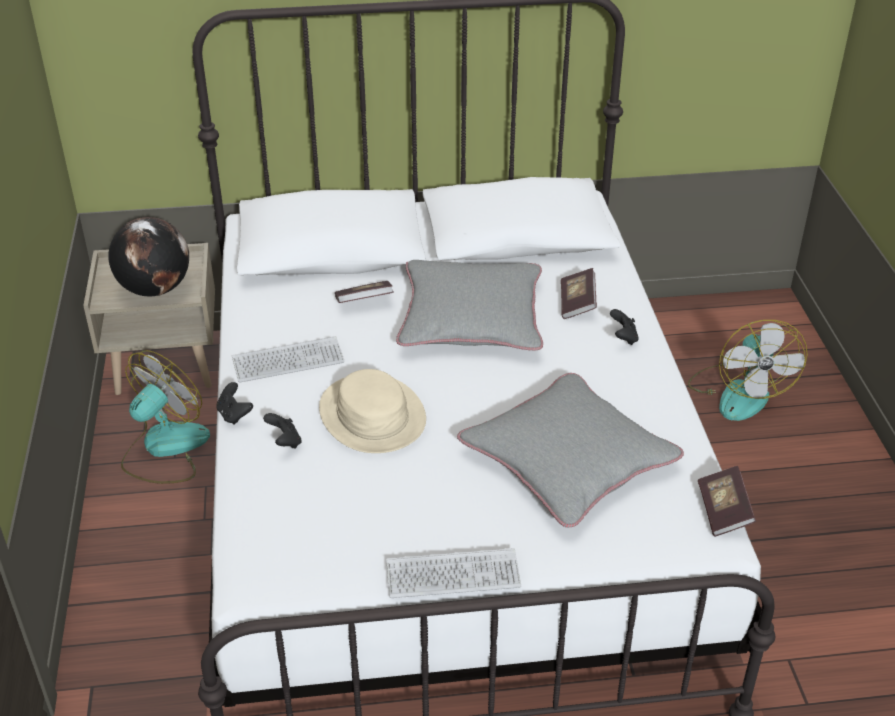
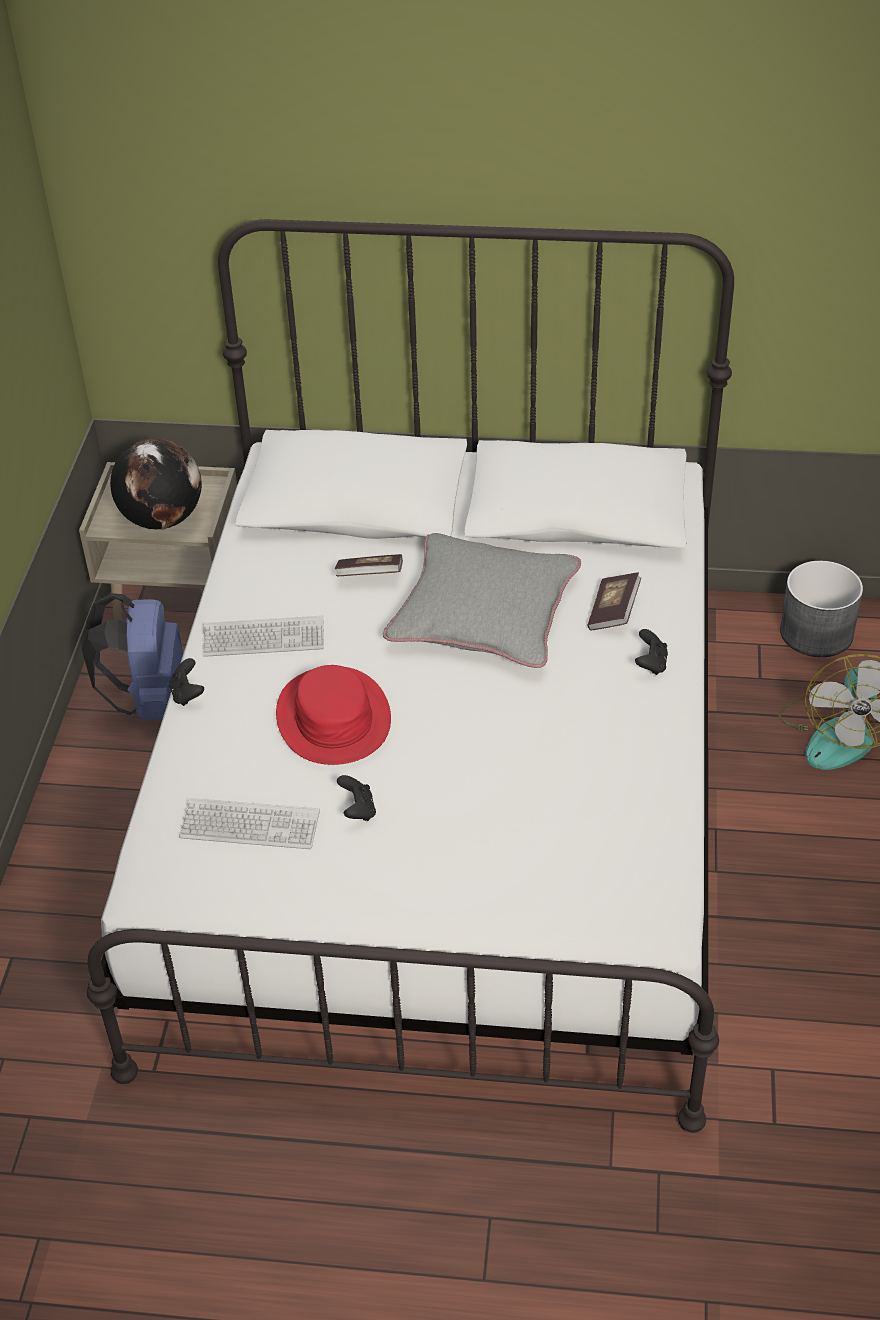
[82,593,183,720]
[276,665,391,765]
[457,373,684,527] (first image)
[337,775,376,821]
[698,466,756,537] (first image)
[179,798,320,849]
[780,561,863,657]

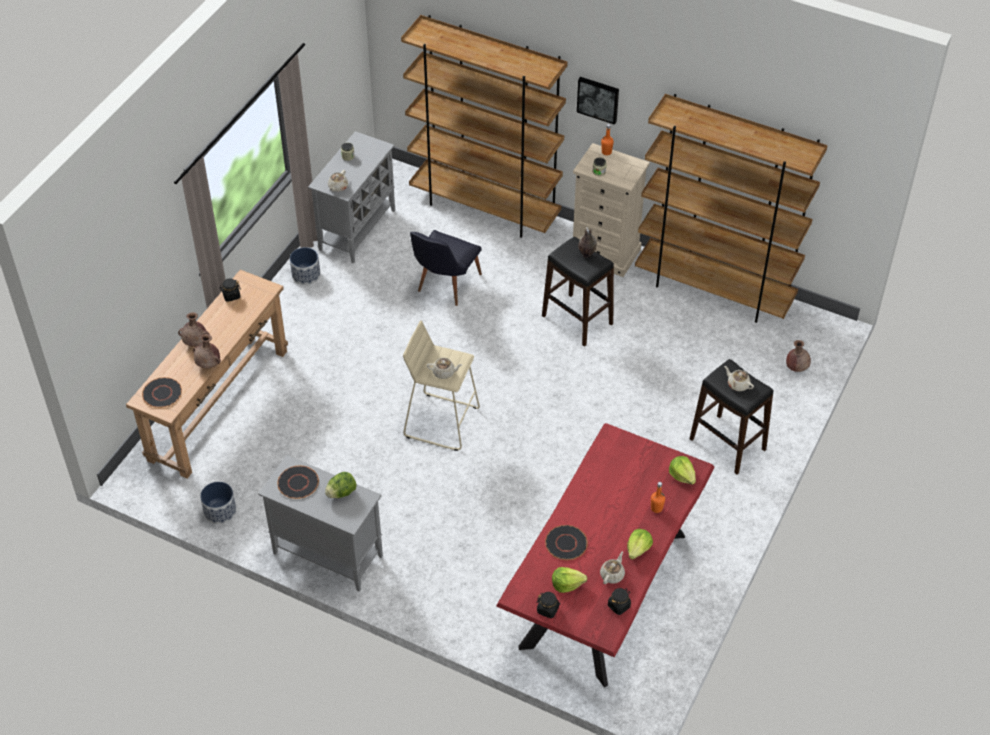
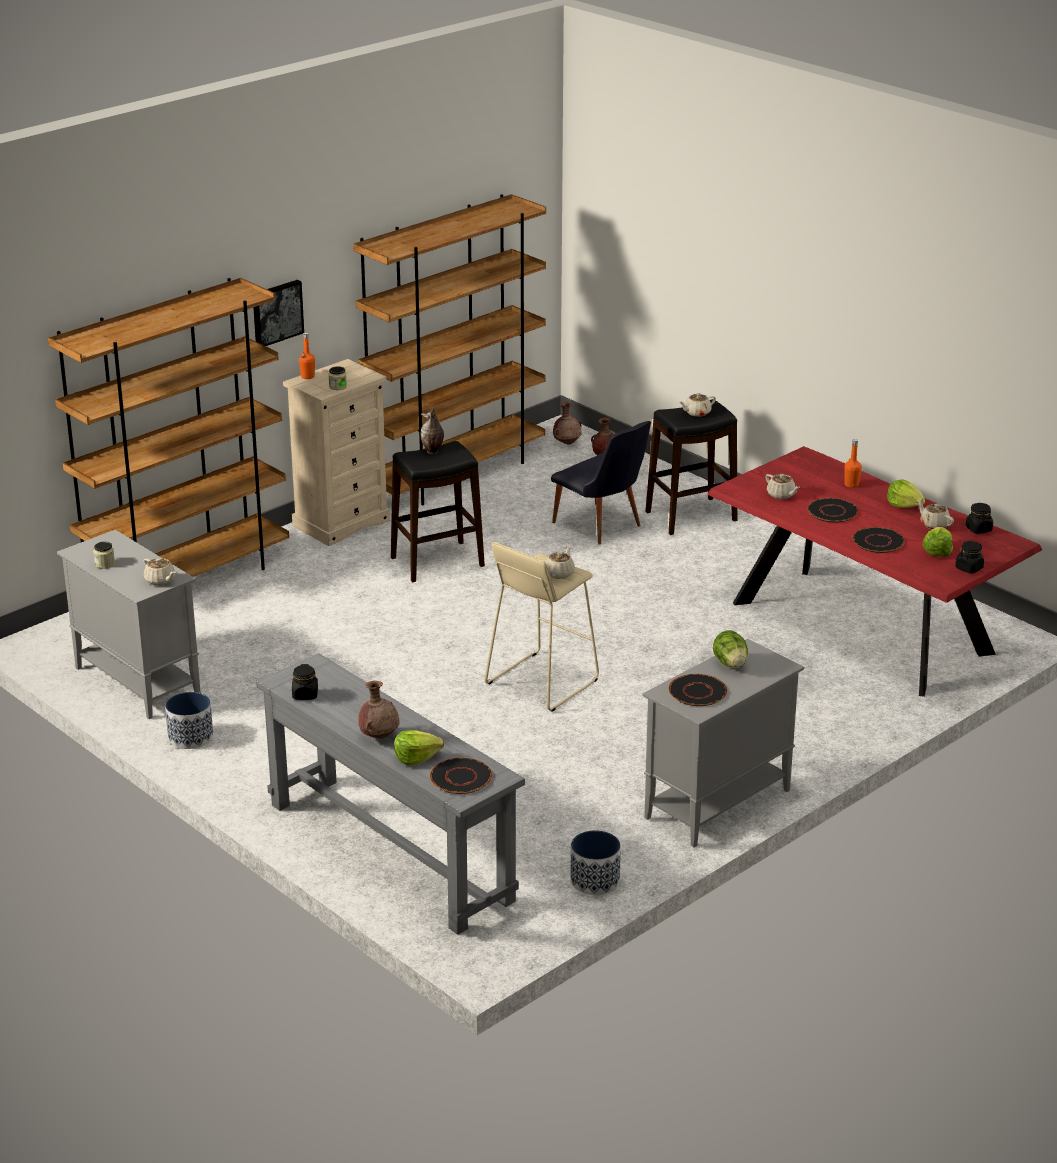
[551,421,651,545]
[256,653,525,935]
[553,402,582,445]
[394,730,444,765]
[765,474,800,499]
[807,498,858,522]

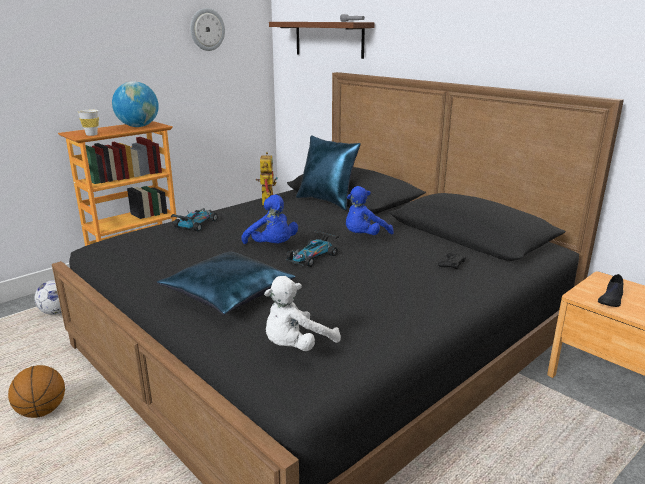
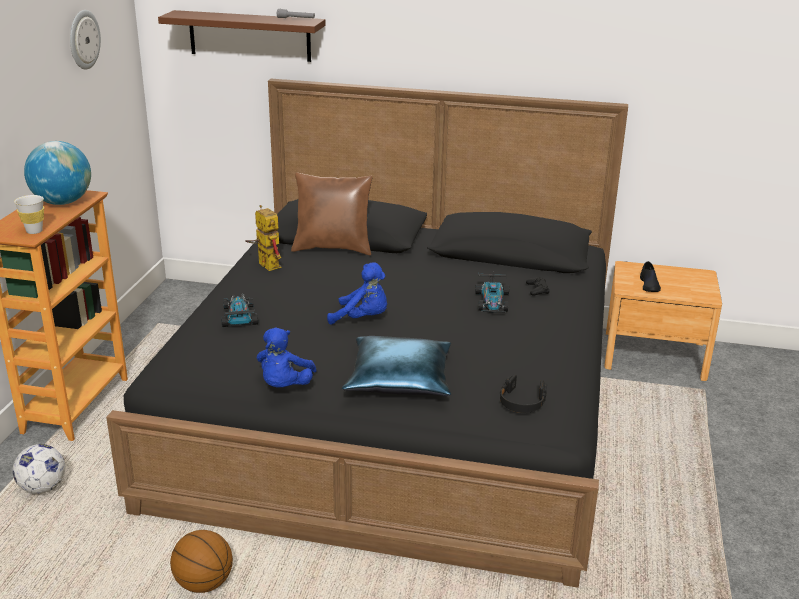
[291,172,373,255]
[257,327,316,388]
[475,274,509,313]
[500,374,547,413]

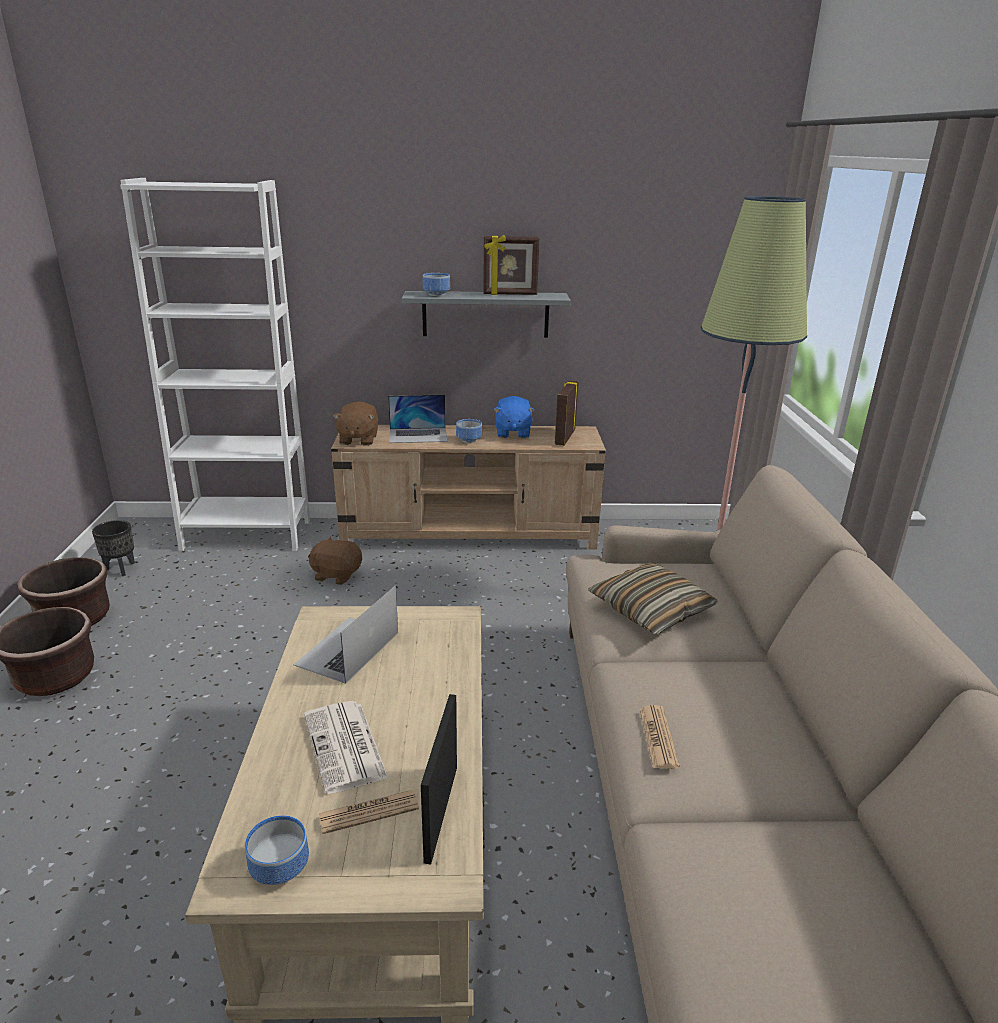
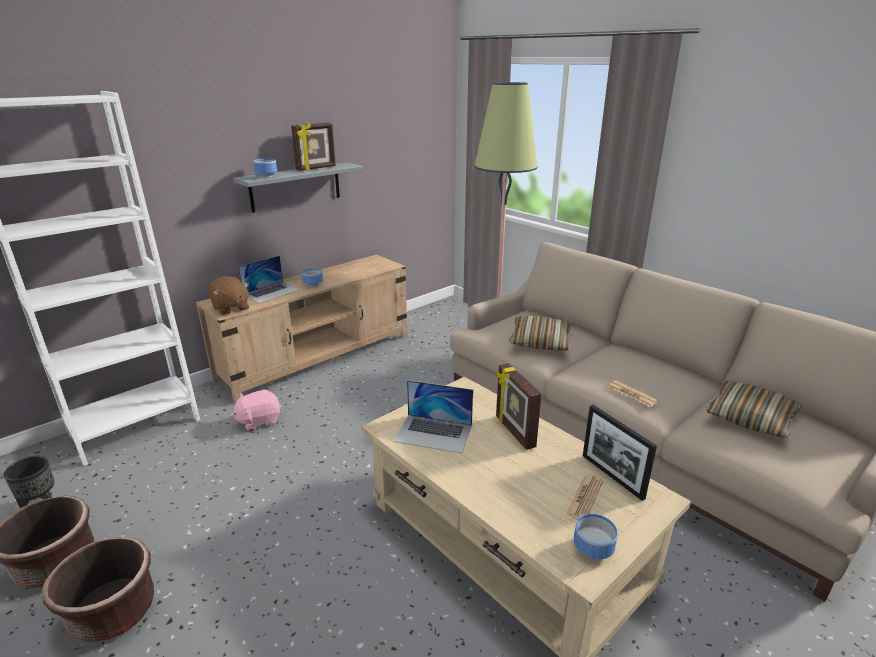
[496,363,541,450]
[493,396,535,438] (first image)
[231,390,280,431]
[394,380,473,453]
[304,701,388,794] (first image)
[706,381,802,438]

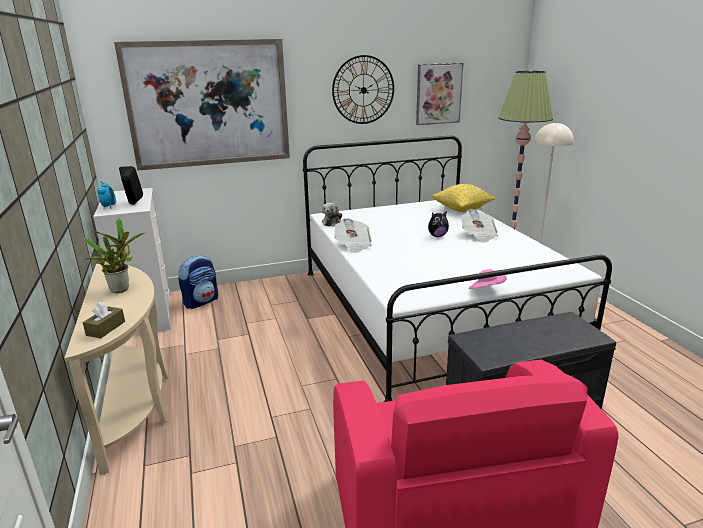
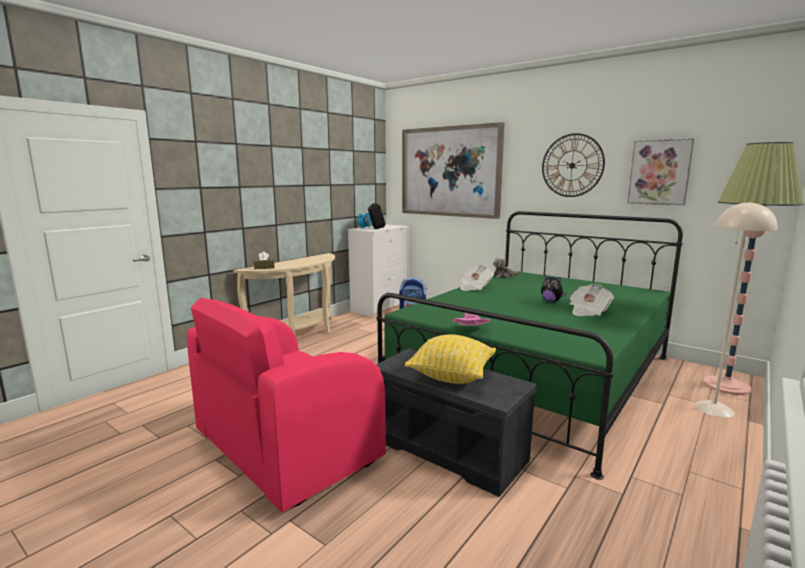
[377,211,683,480]
[405,334,496,384]
[82,219,145,293] (first image)

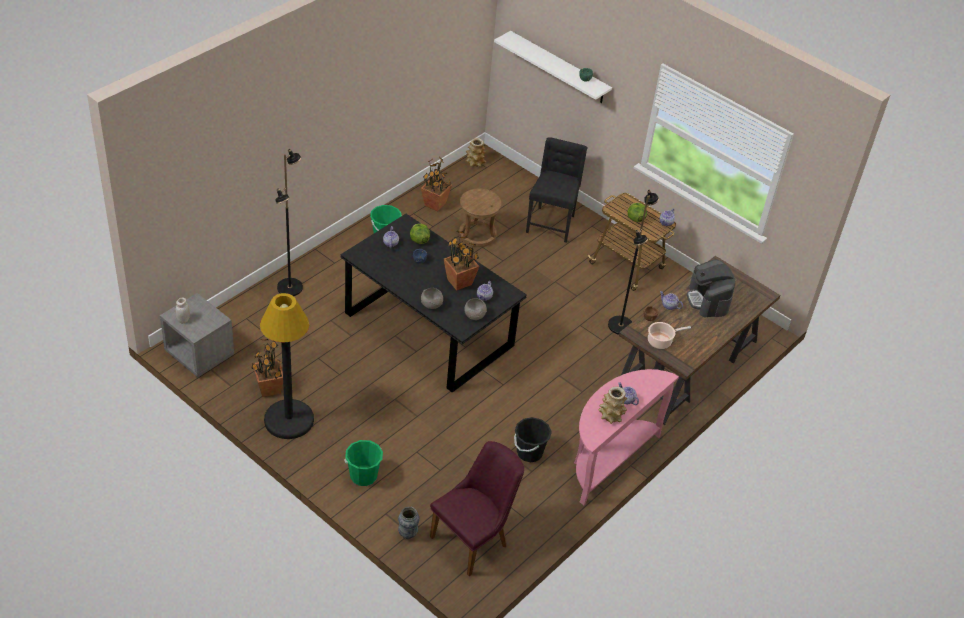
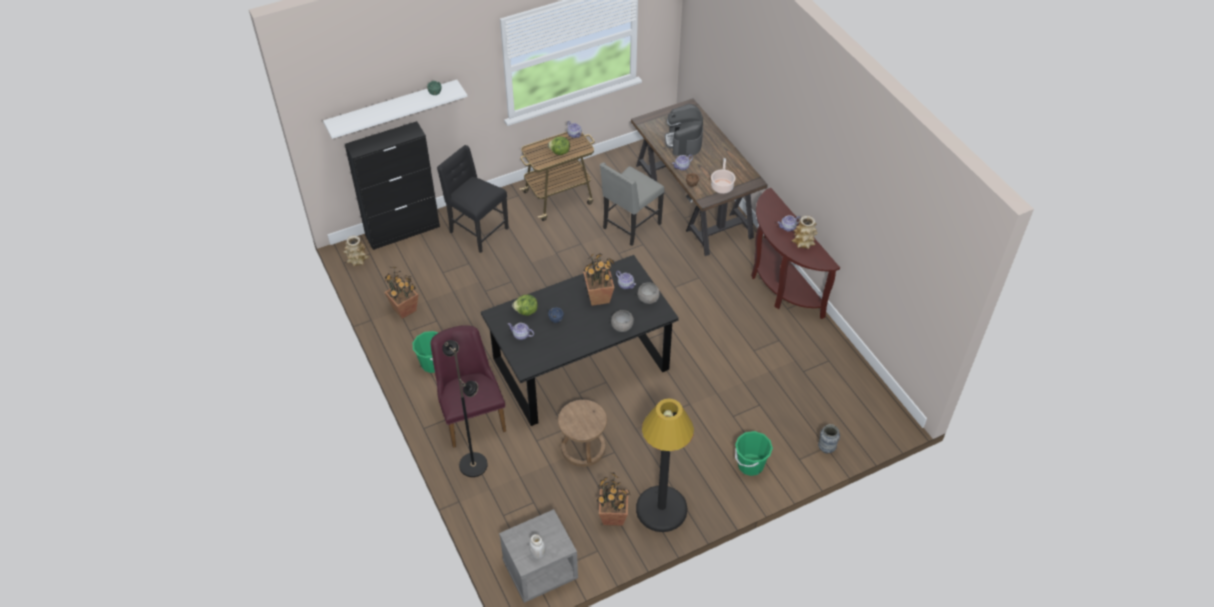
[558,400,607,467]
[600,162,664,246]
[665,104,703,156]
[751,188,840,319]
[514,417,552,462] (first image)
[431,325,506,448]
[345,121,440,250]

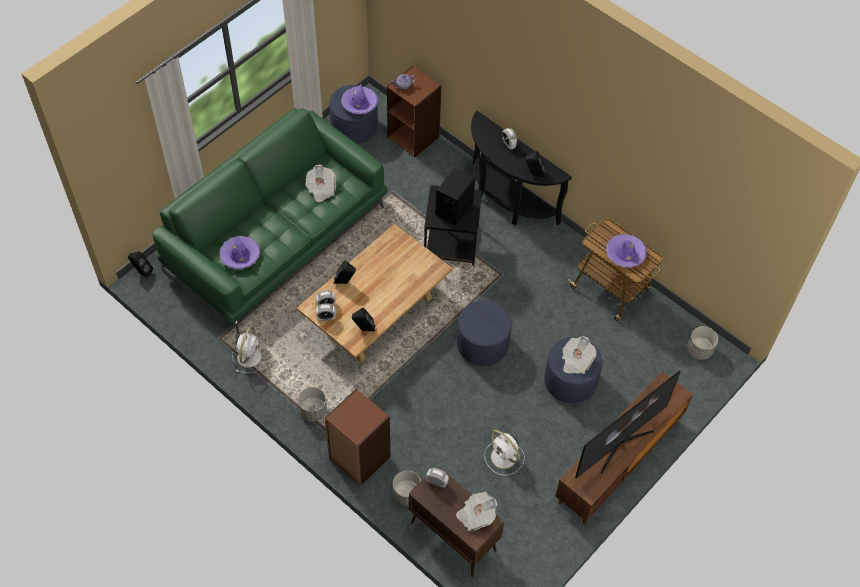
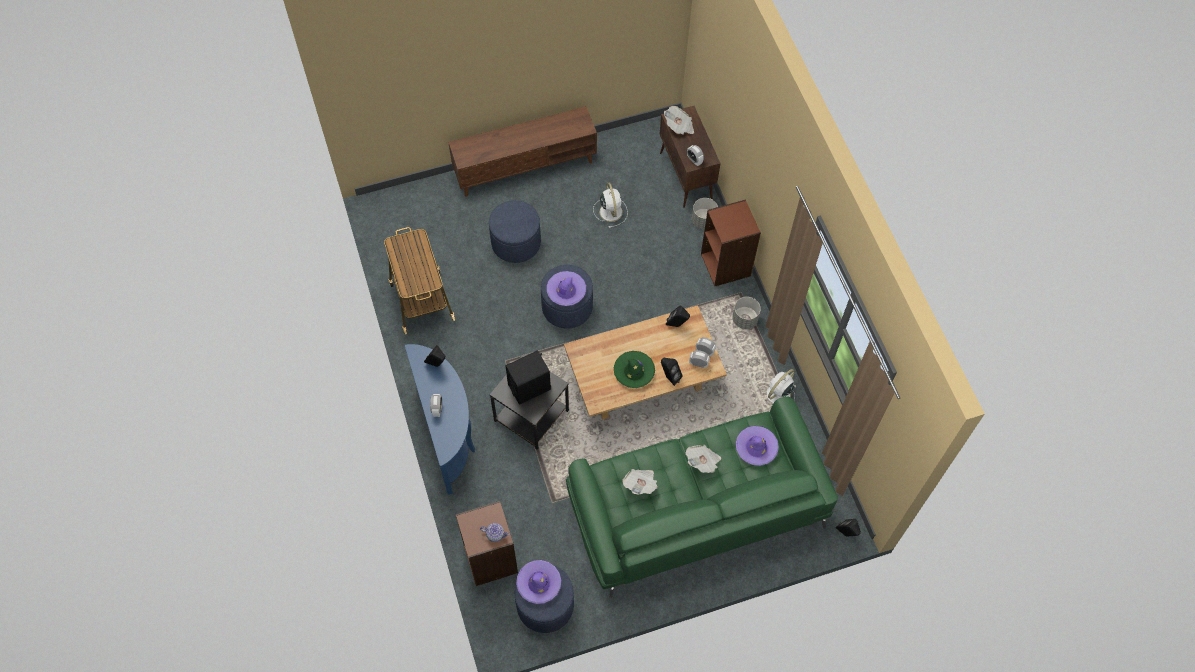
[404,344,475,495]
[546,271,586,306]
[687,326,718,360] (first image)
[686,445,721,473]
[575,371,681,478] (first image)
[614,351,655,388]

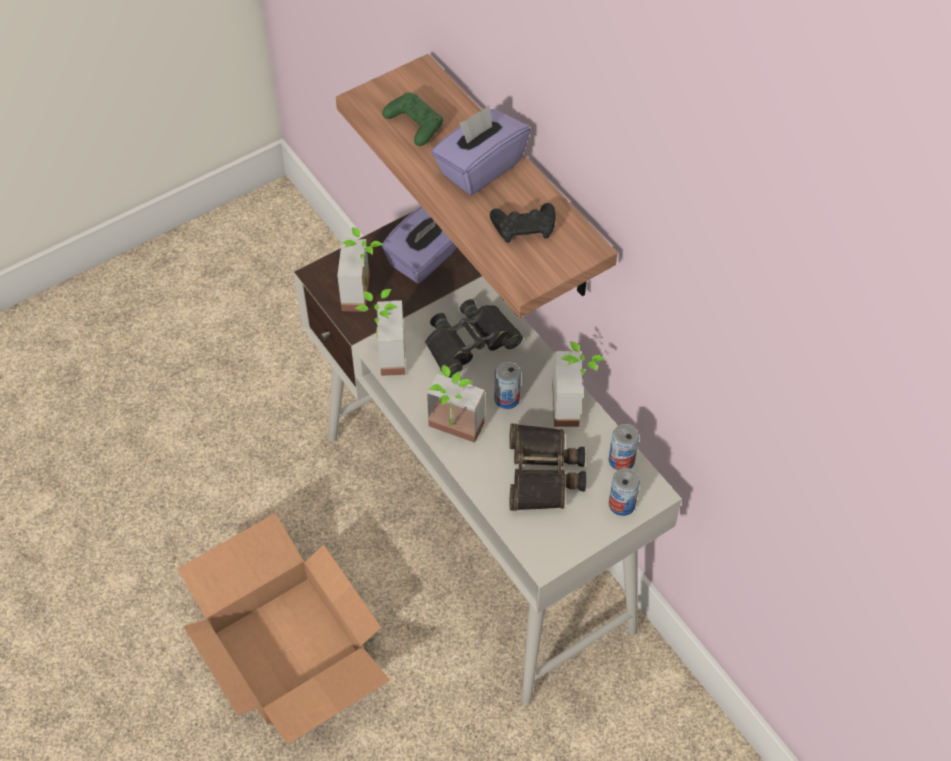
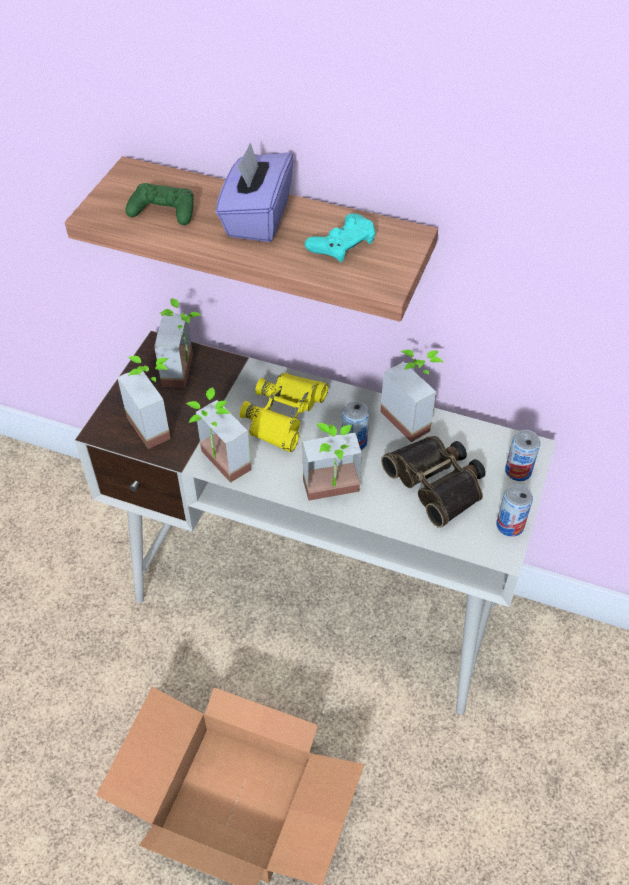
[305,213,376,262]
[154,298,202,388]
[240,373,328,452]
[496,484,533,537]

